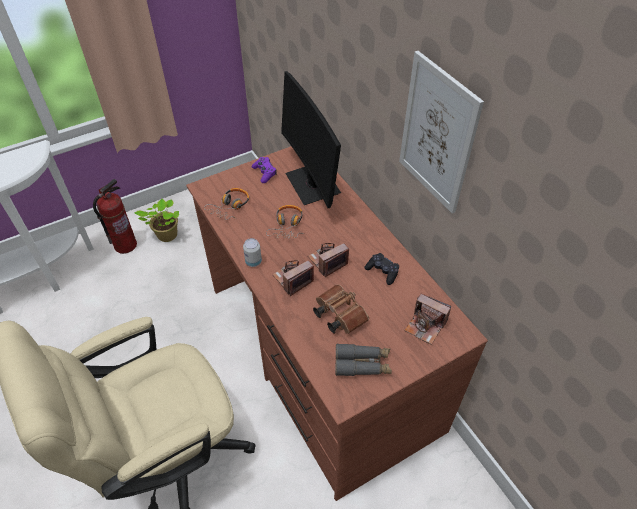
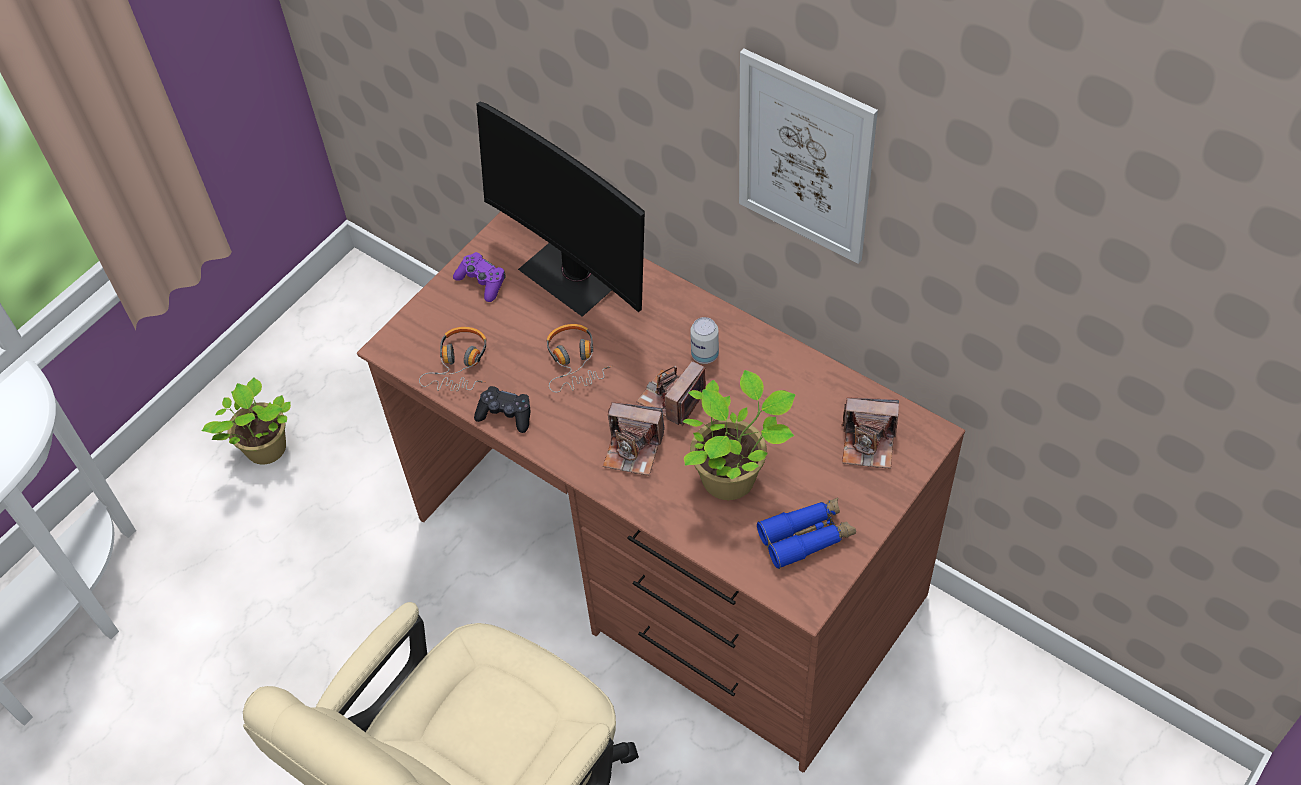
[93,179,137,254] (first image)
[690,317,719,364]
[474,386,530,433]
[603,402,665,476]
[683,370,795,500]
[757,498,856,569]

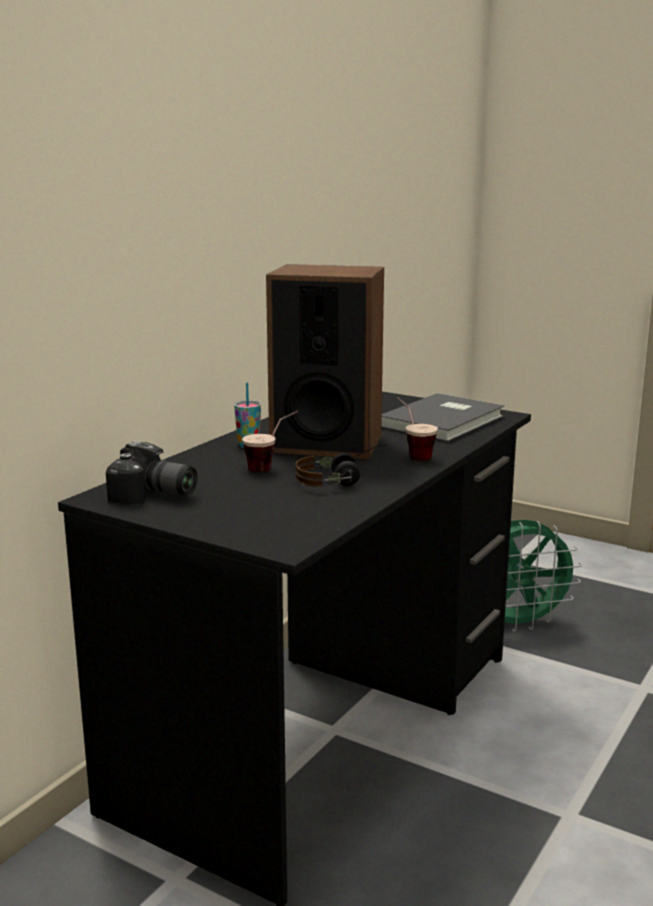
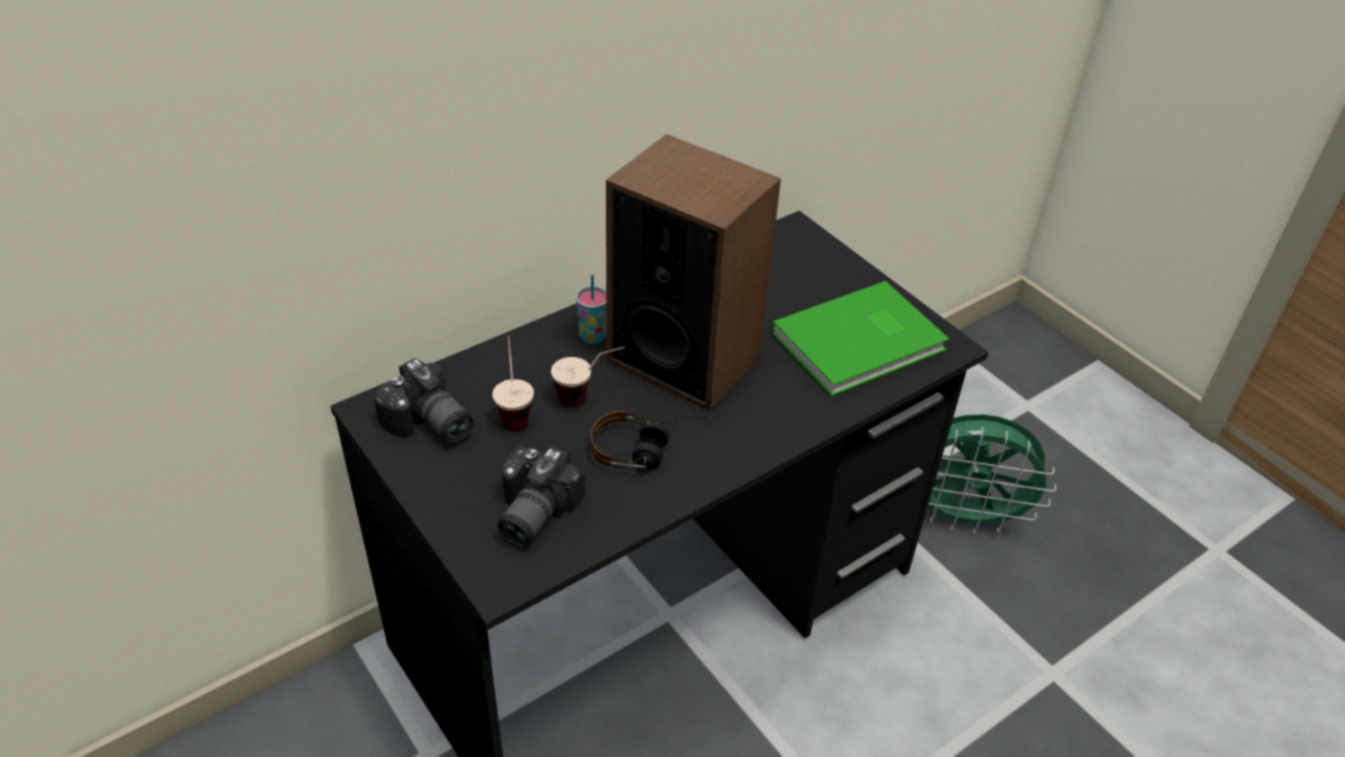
[771,281,949,396]
[492,336,534,431]
[498,447,585,546]

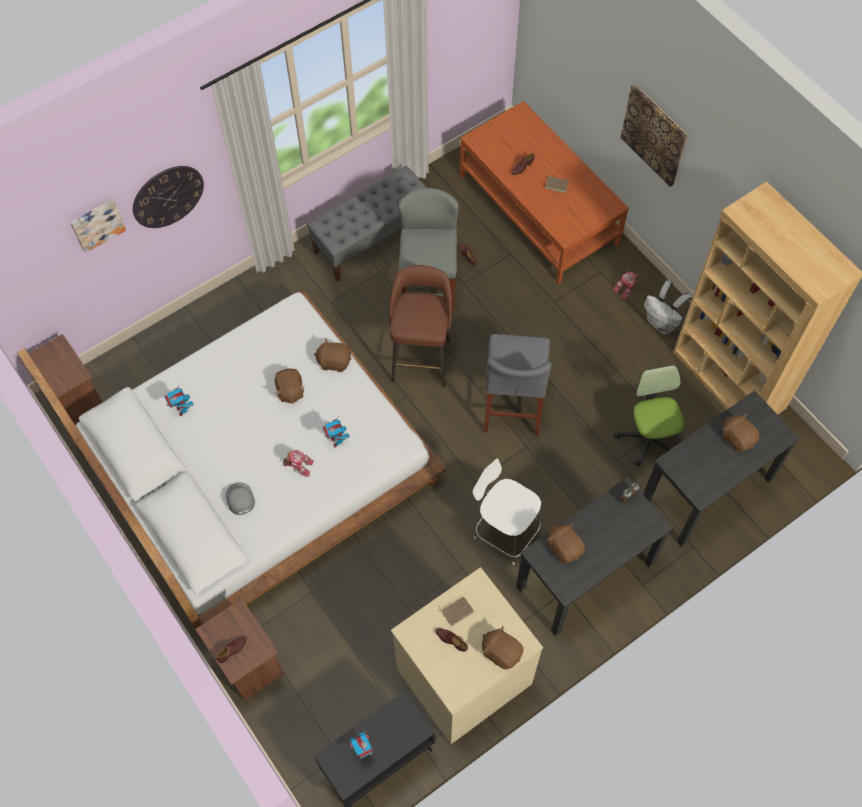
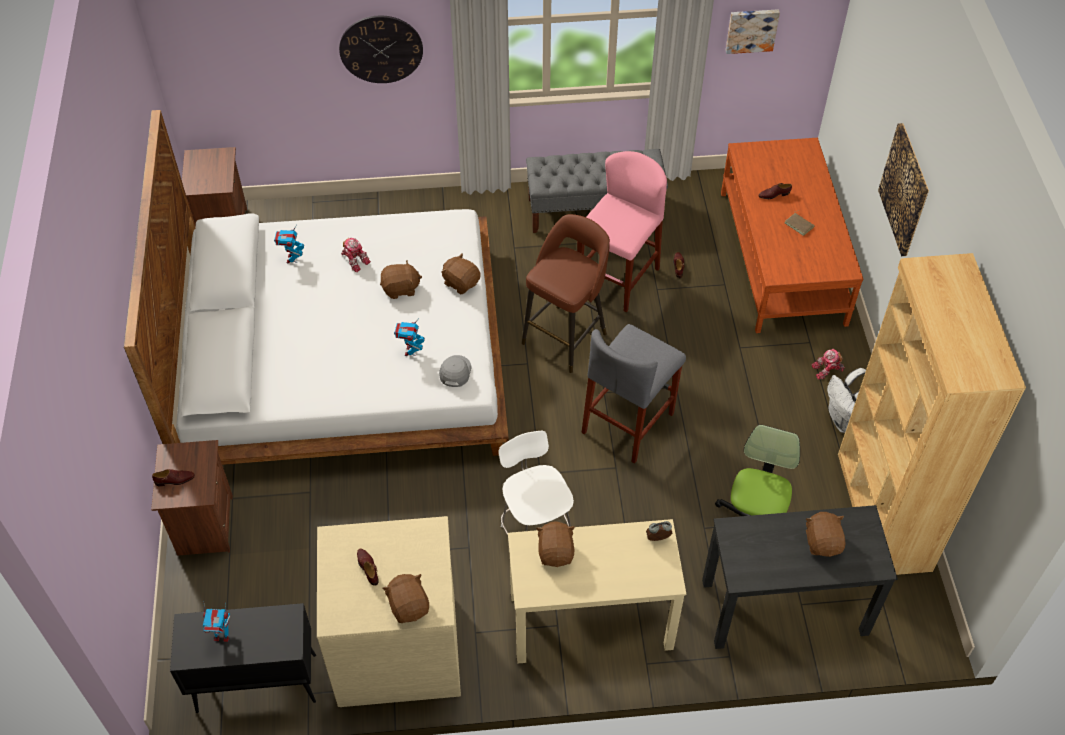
[577,151,667,313]
[725,9,780,54]
[380,260,422,299]
[341,238,371,273]
[508,519,686,664]
[439,355,471,387]
[439,596,474,626] (first image)

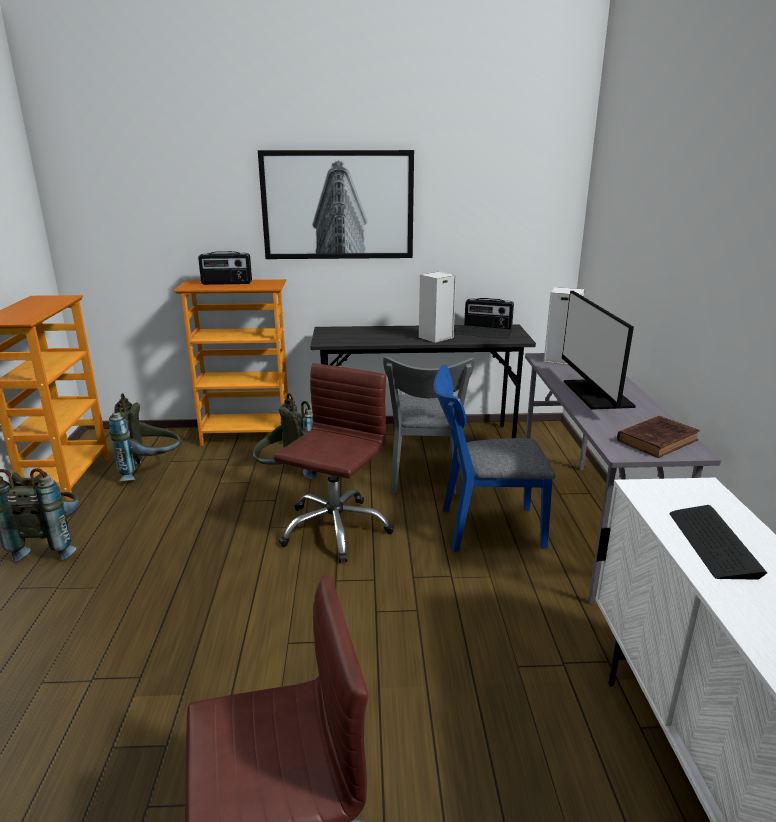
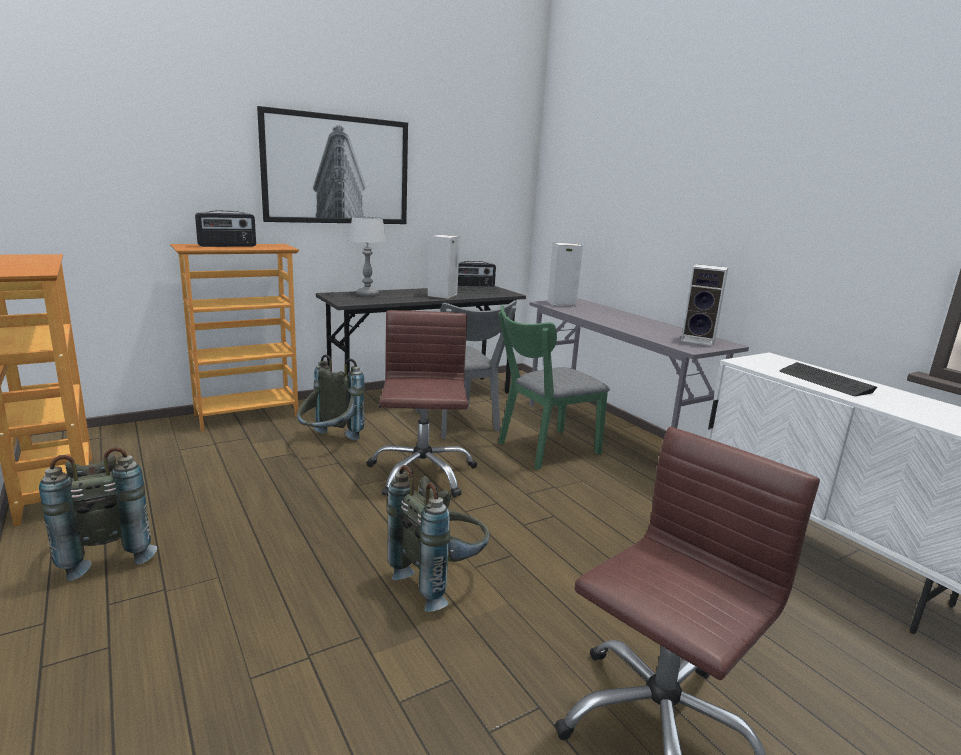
[562,291,636,410] (first image)
[498,305,610,470]
[387,465,489,612]
[681,264,728,346]
[349,216,386,297]

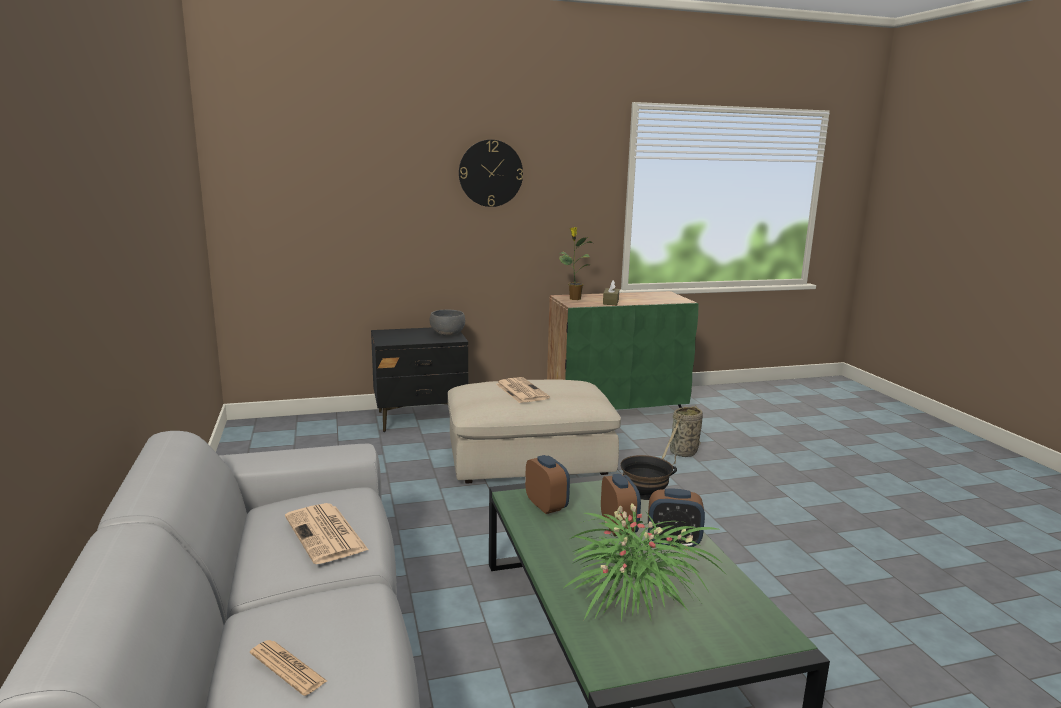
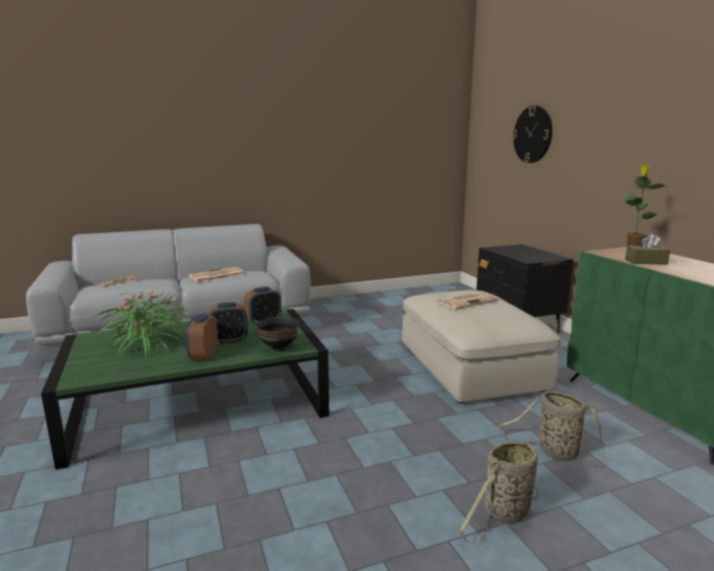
[512,106,552,163]
[430,310,465,336] (first image)
[459,439,539,544]

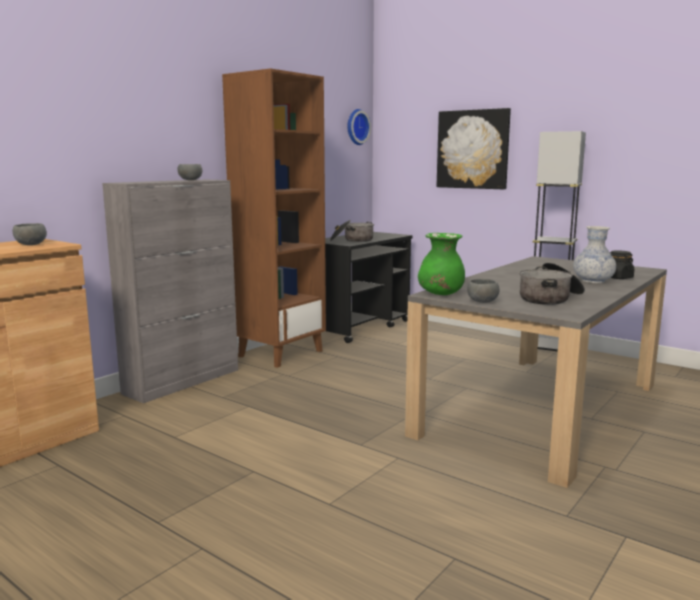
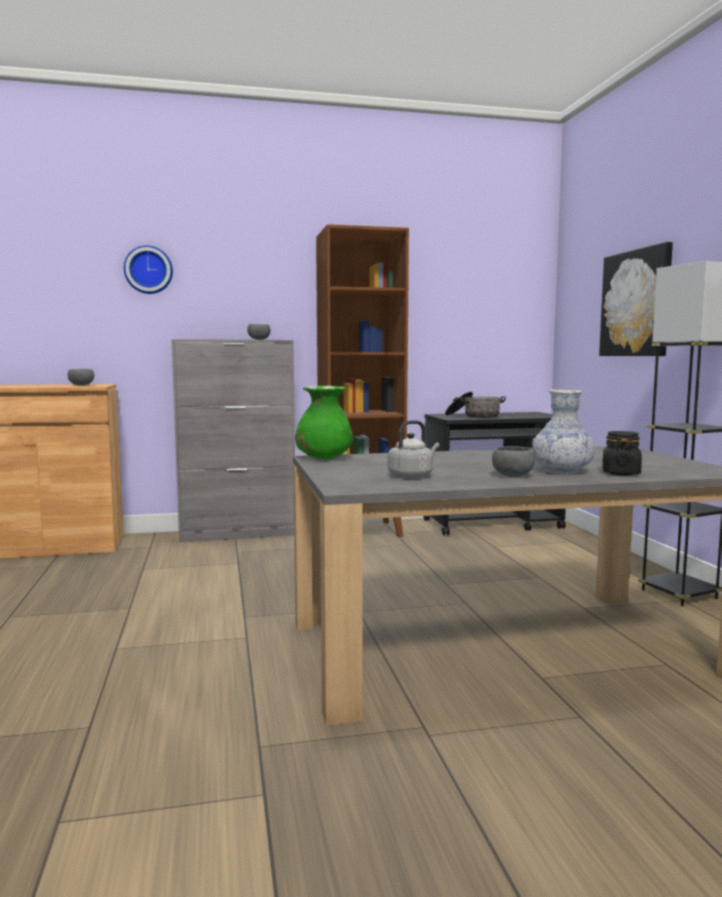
[124,245,173,294]
[388,420,439,478]
[492,446,535,477]

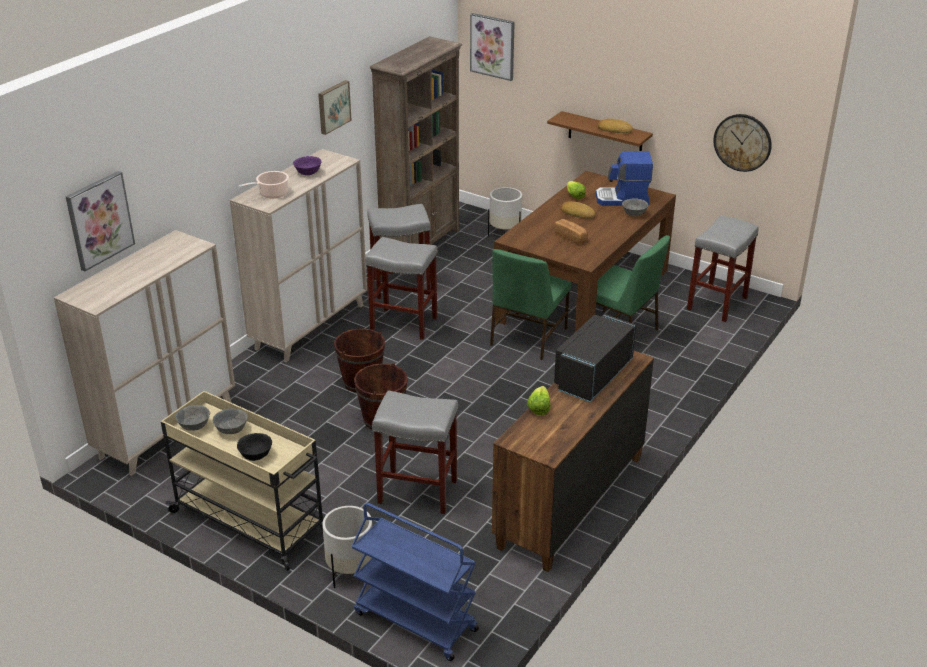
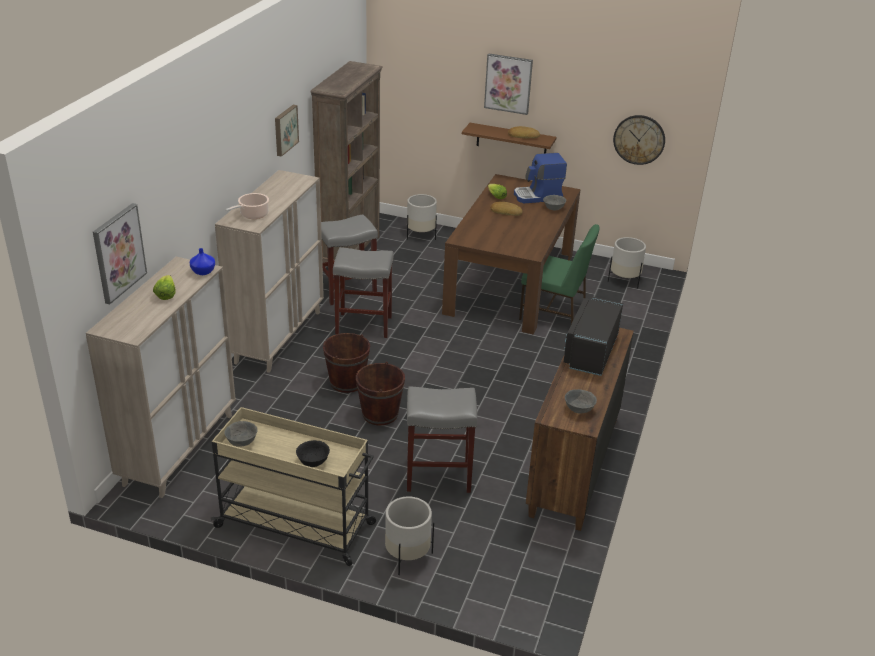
[484,53,533,115]
[293,156,321,175] (first image)
[608,237,646,288]
[554,219,588,244] (first image)
[490,249,571,360] (first image)
[153,275,176,300]
[565,389,597,414]
[351,503,479,661] (first image)
[190,248,215,275]

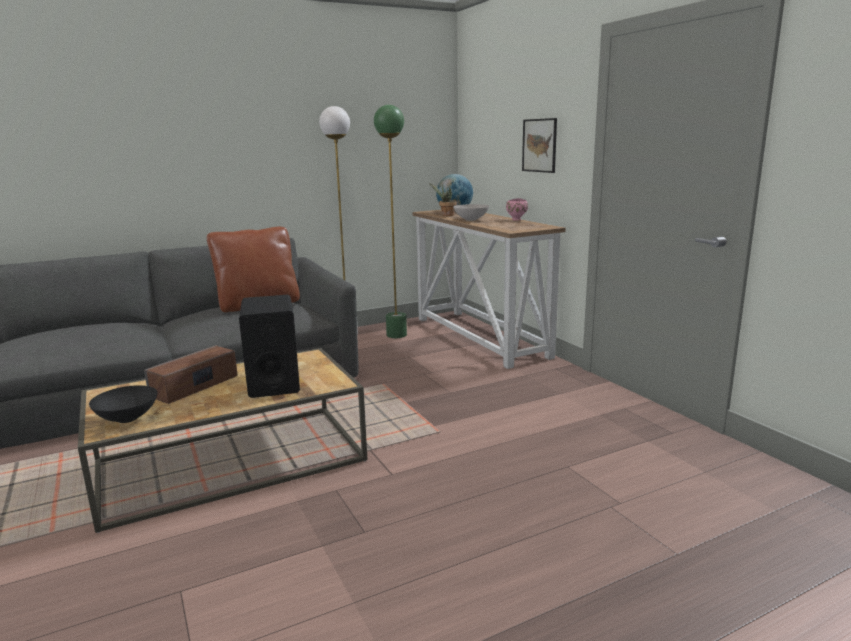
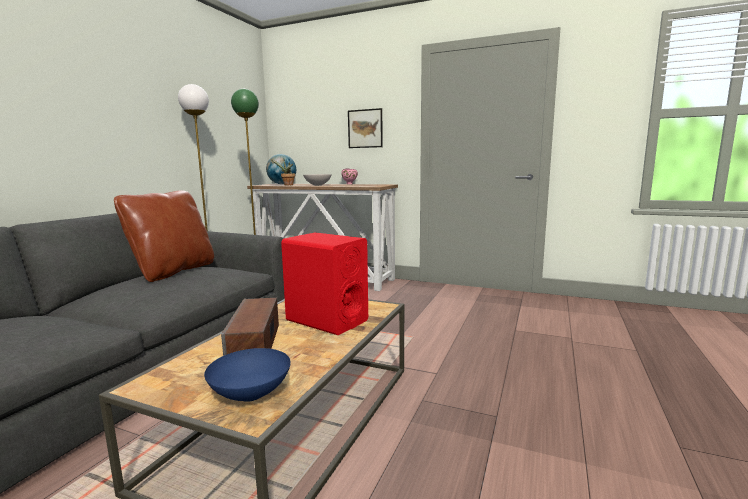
[281,233,368,335]
[204,348,291,402]

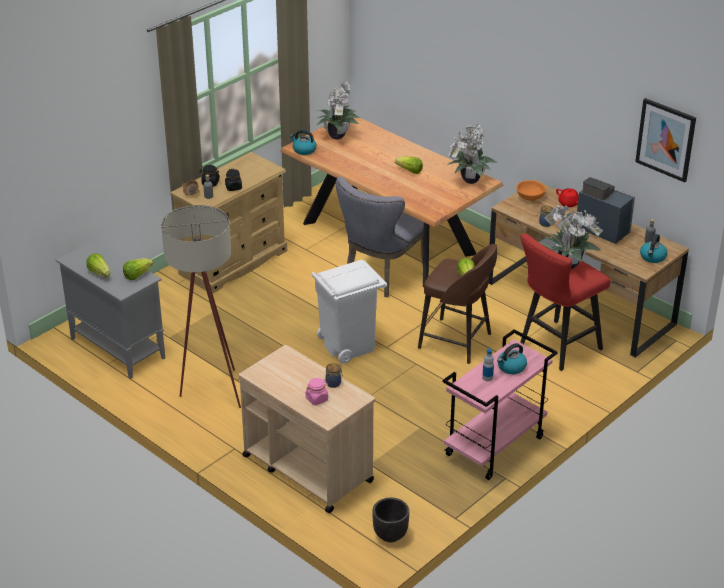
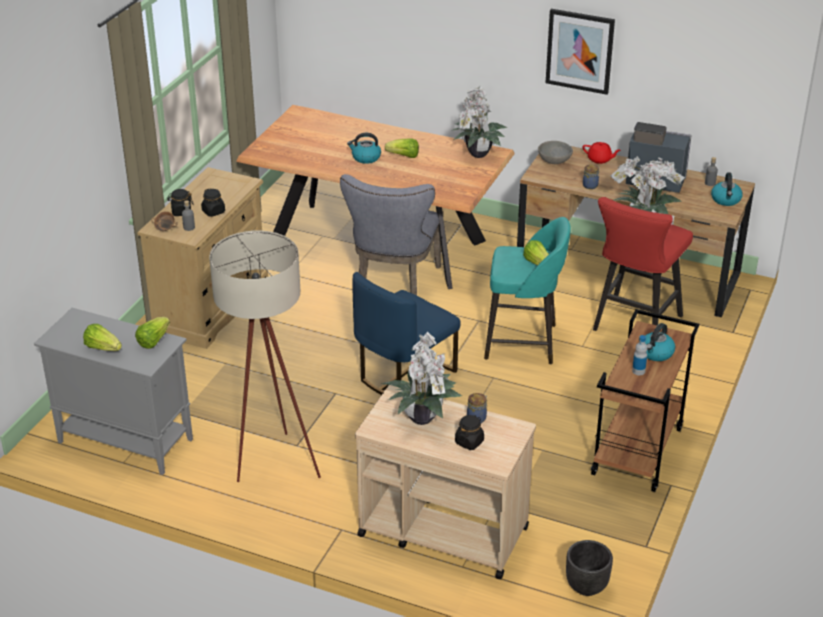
[381,332,462,425]
[546,9,615,95]
[347,133,381,164]
[538,141,573,164]
[484,217,571,364]
[352,272,461,395]
[591,309,699,492]
[455,415,484,450]

